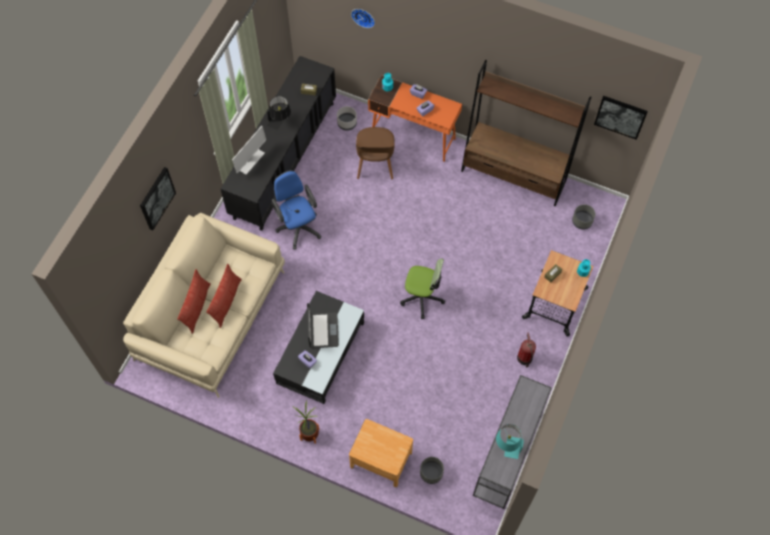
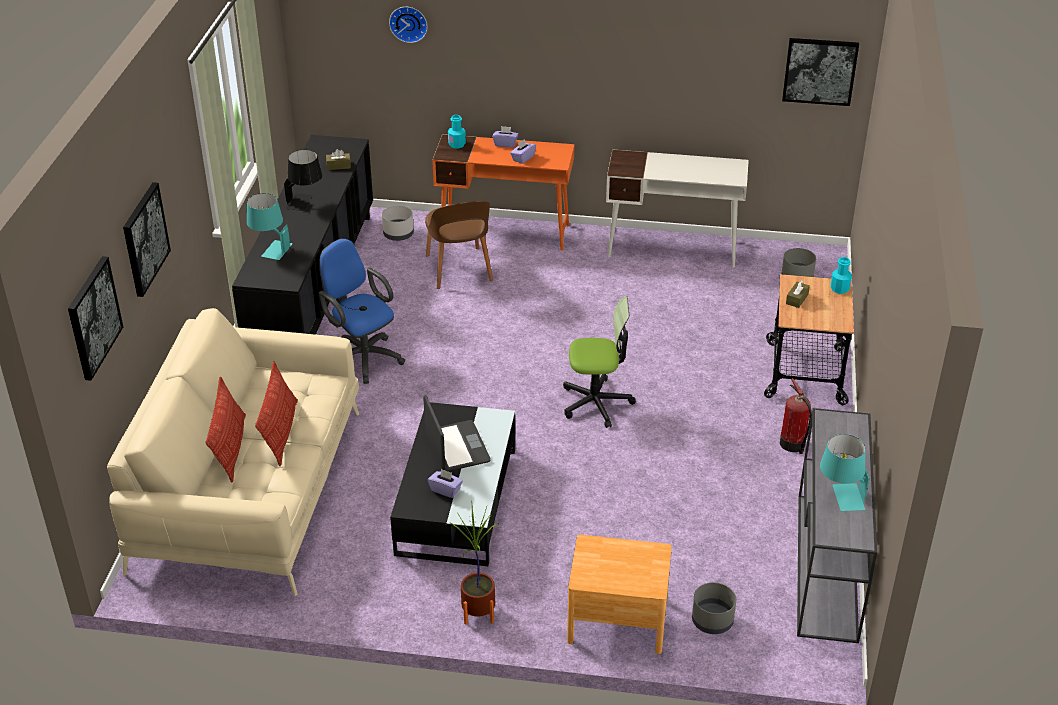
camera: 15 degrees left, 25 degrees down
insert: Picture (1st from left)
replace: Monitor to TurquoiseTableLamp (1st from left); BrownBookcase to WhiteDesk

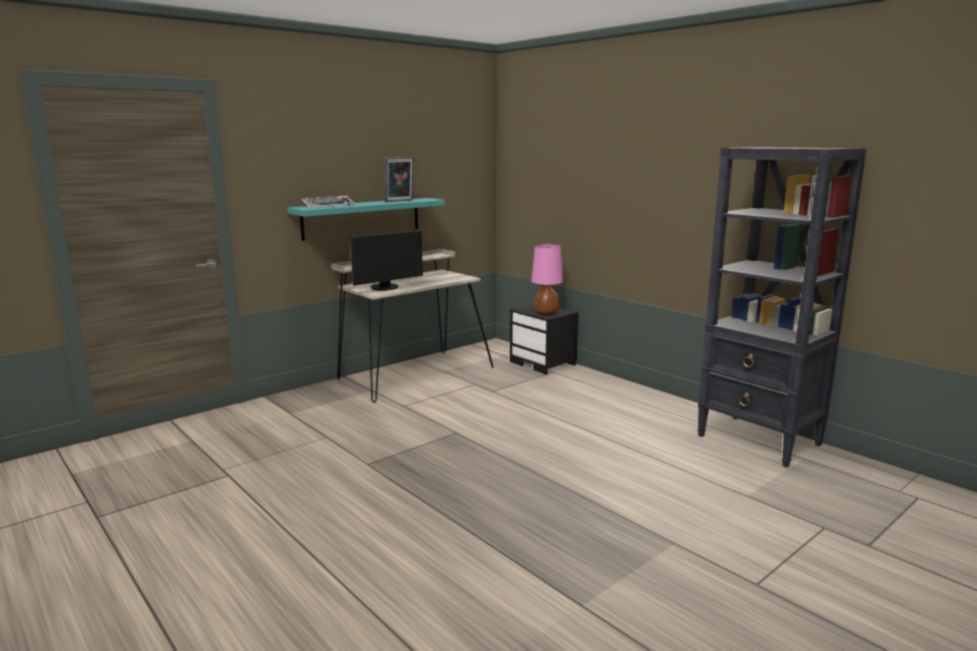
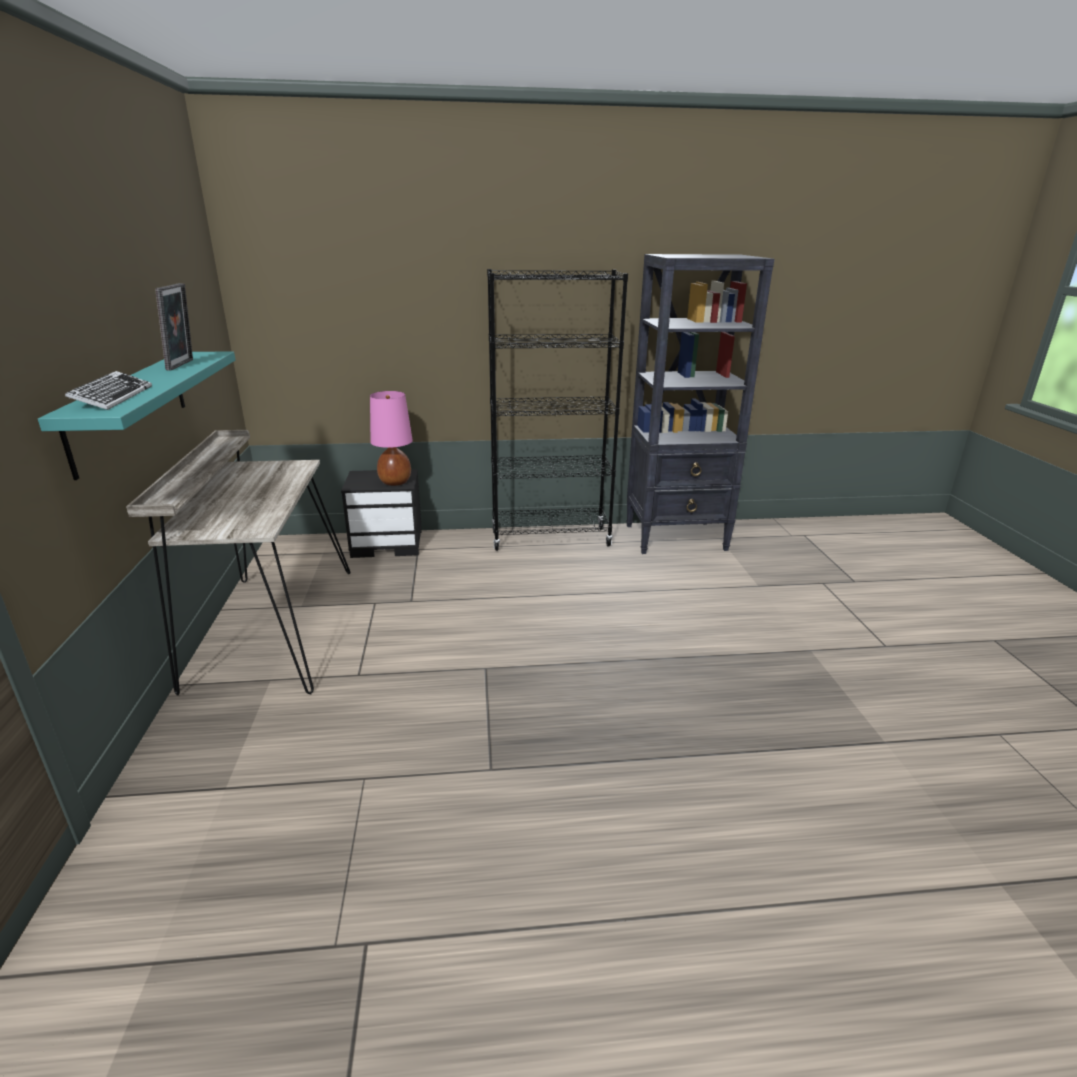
camera: 55 degrees left, 10 degrees up
delete: Monitor
insert: BlackBookcase (1st from left)

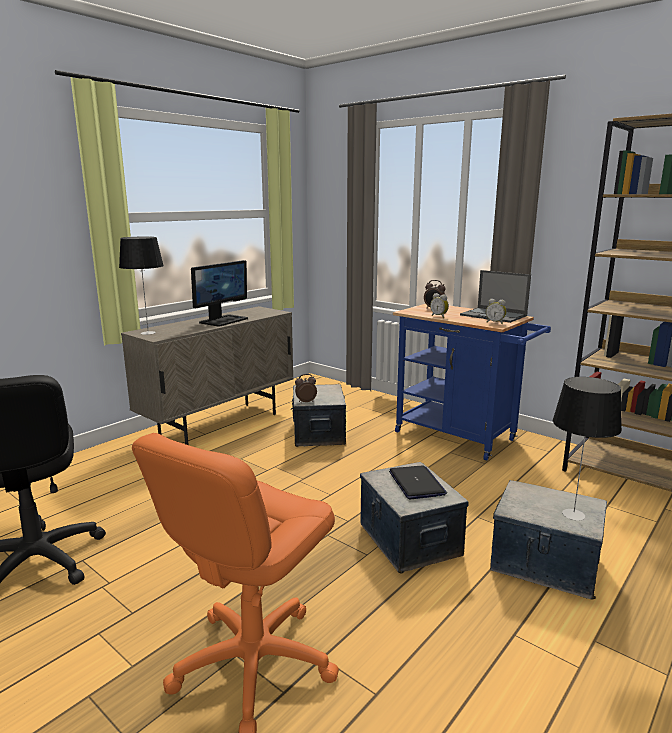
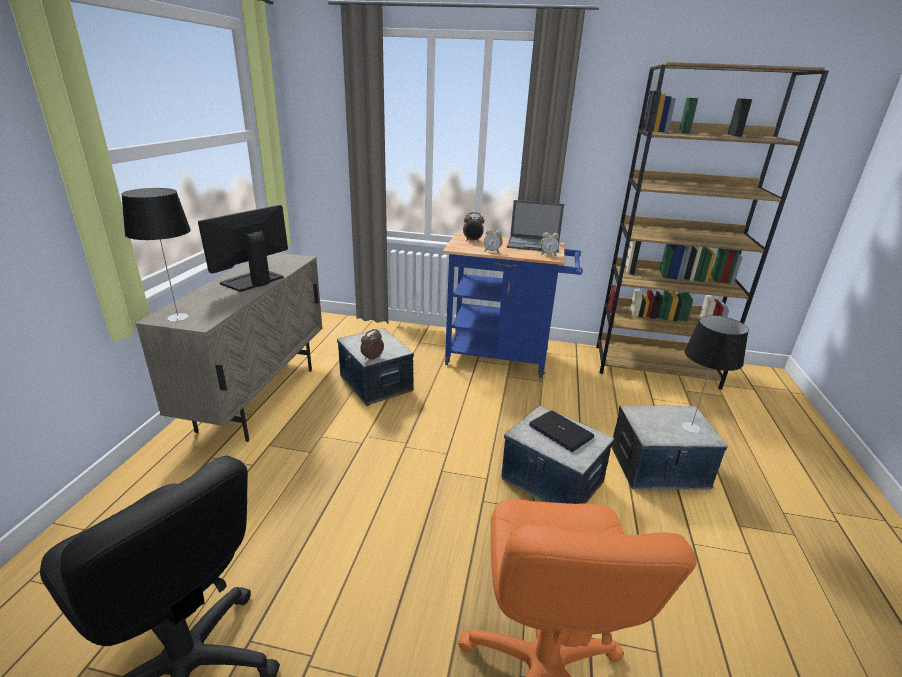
camera: 30 degrees left, 10 degrees up
rotate: Monitor 150 degrees counterclockwise

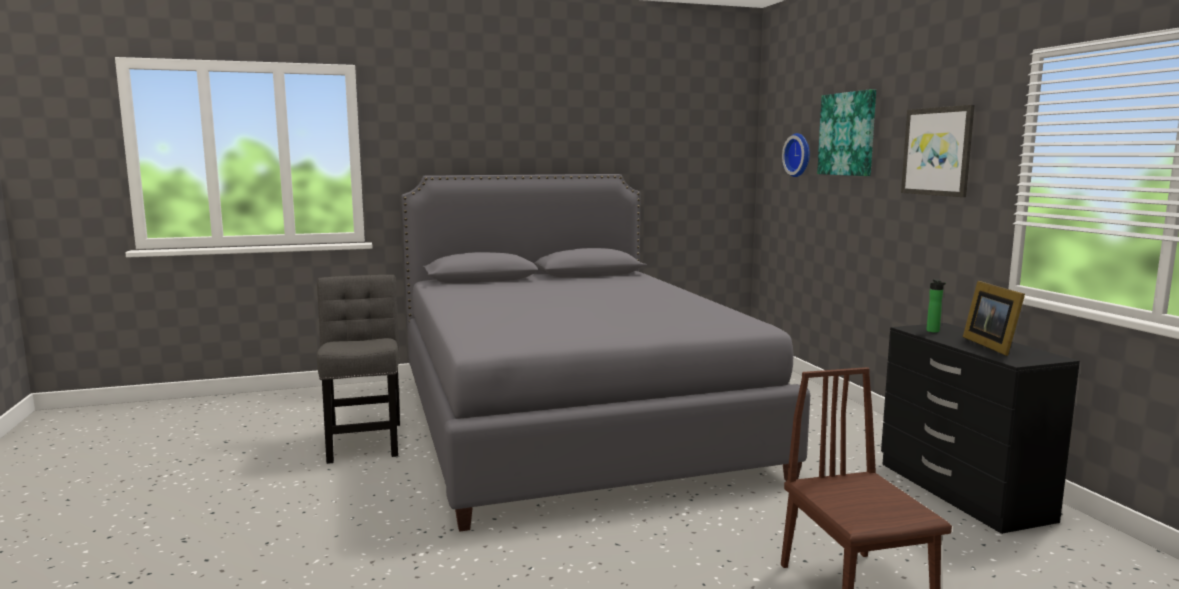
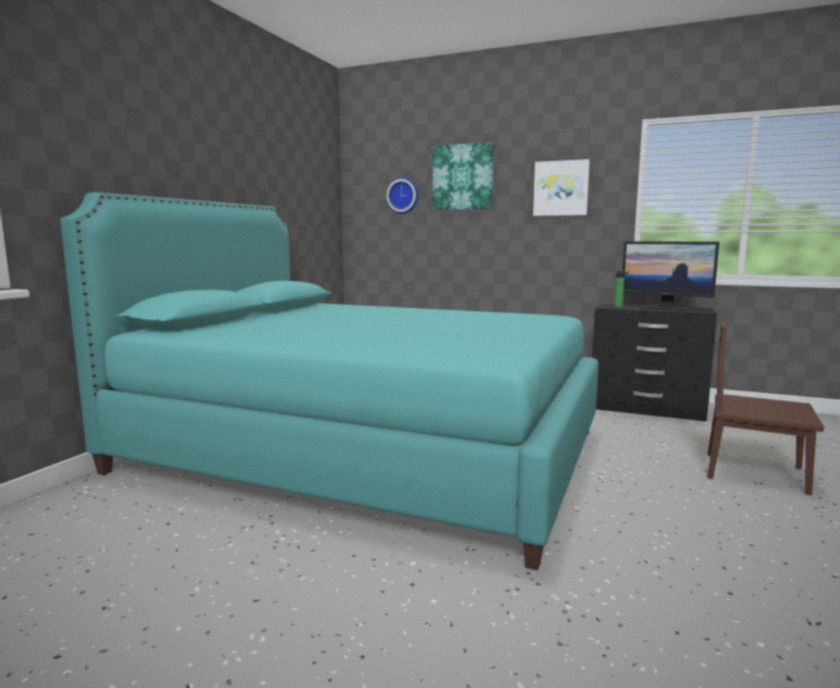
camera: 50 degrees left, 0 degrees up
delete: GreyChair
replace: PictureFrame to Monitor
recolor: GreyBed to TurquoiseBed

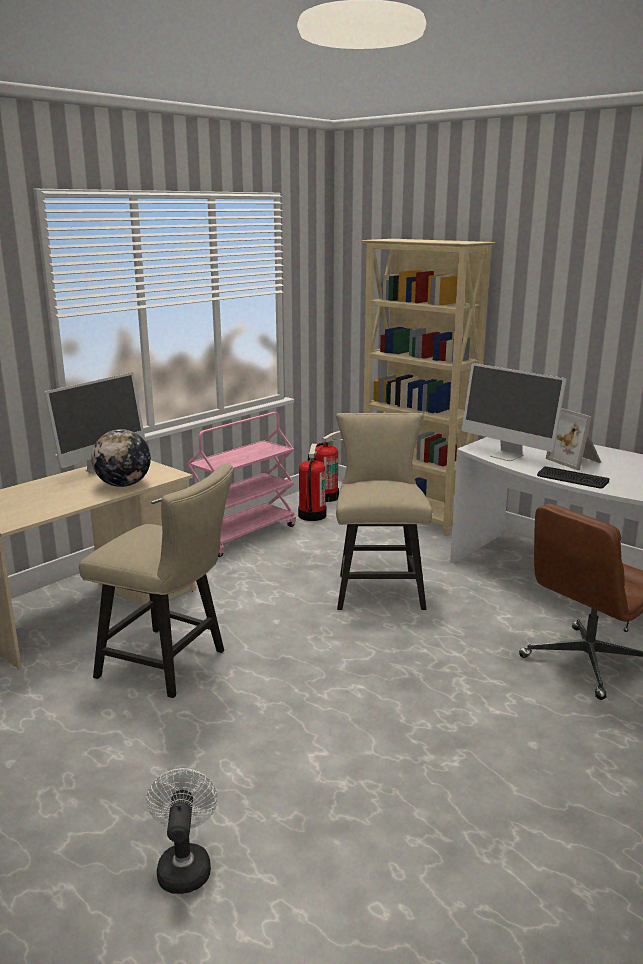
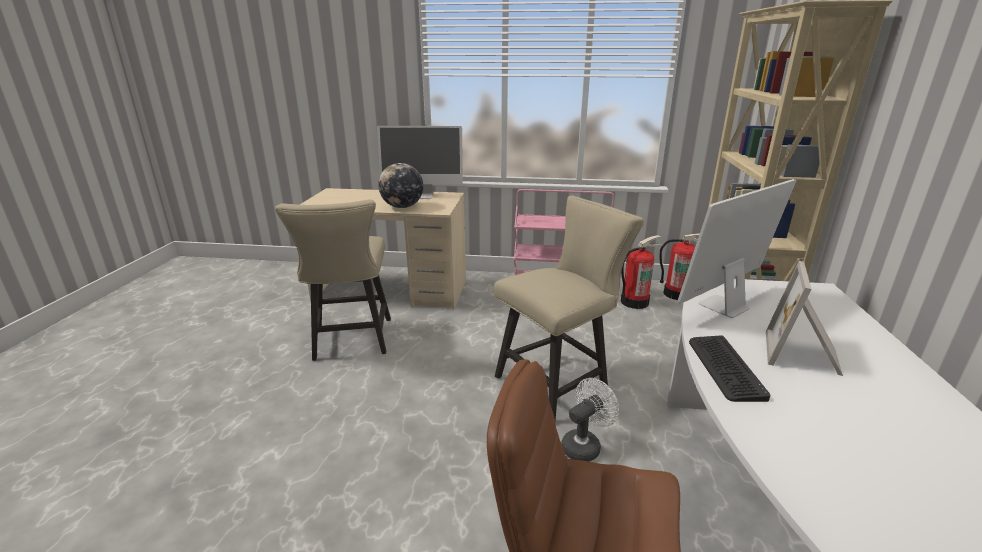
camera: 55 degrees right, 5 degrees up
move: WhiteFan
rotate: Monitor (2nd from left) 45 degrees clockwise

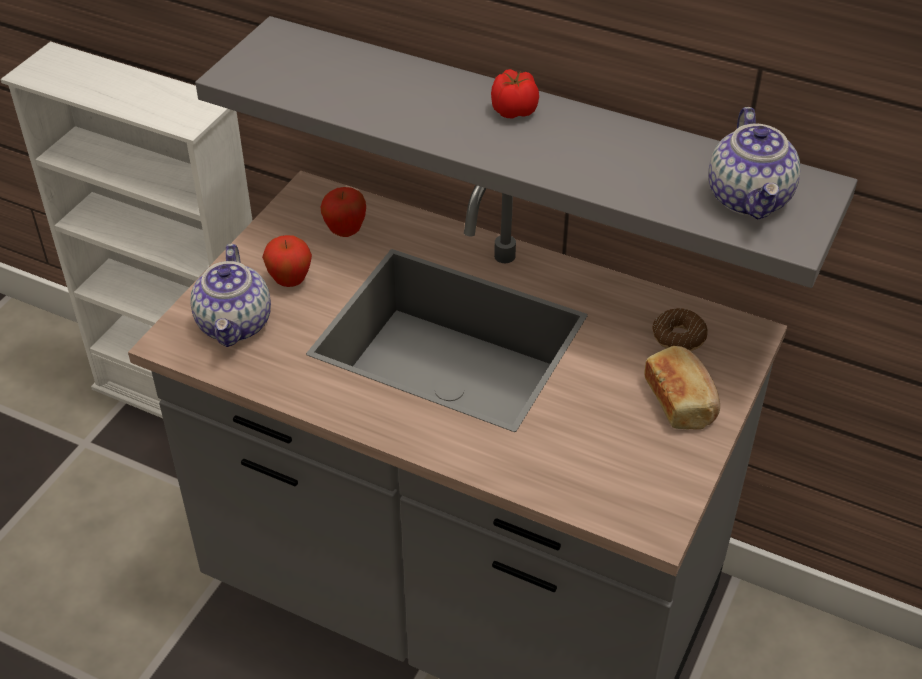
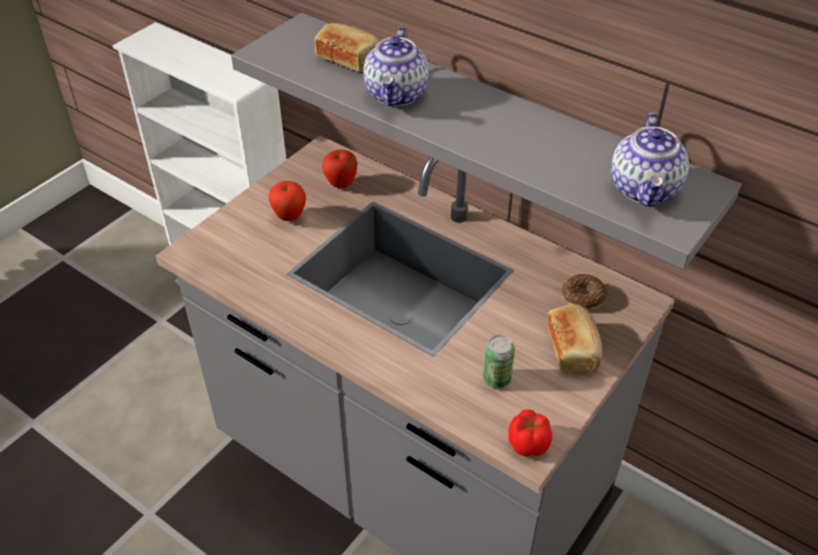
camera: 10 degrees right, 0 degrees up
insert: Bread (1st from left); Can
move: Teapot (1st from left); Tomato

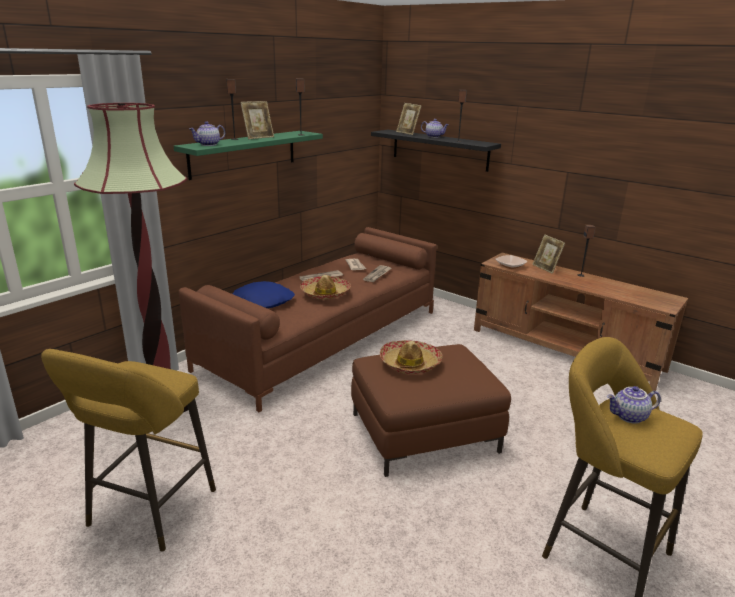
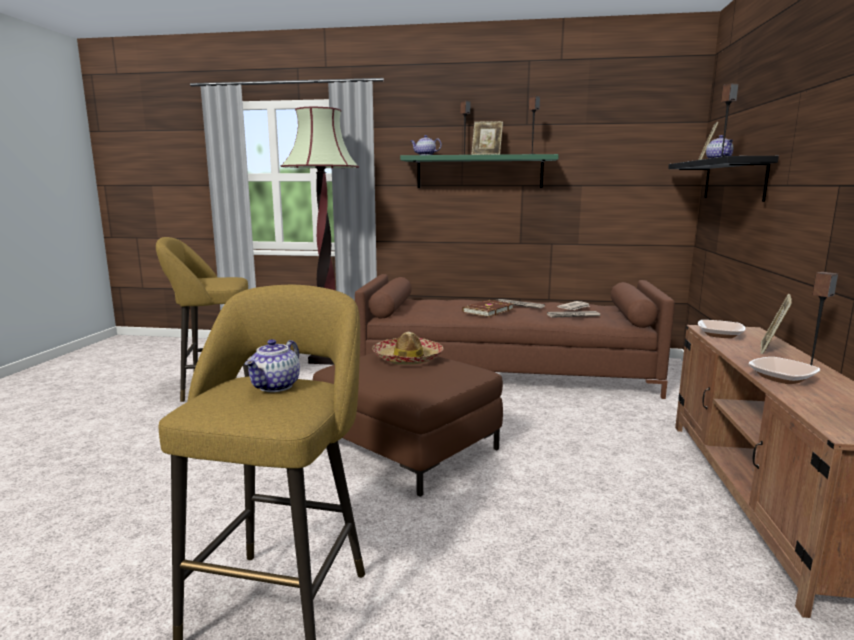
camera: 60 degrees right, 10 degrees down
delete: BluePillow
insert: Bowl (2nd from left)
replace: Hat (1st from left) to BrownBook
rotate: Teapot (3rd from left in the first image) 120 degrees counterclockwise

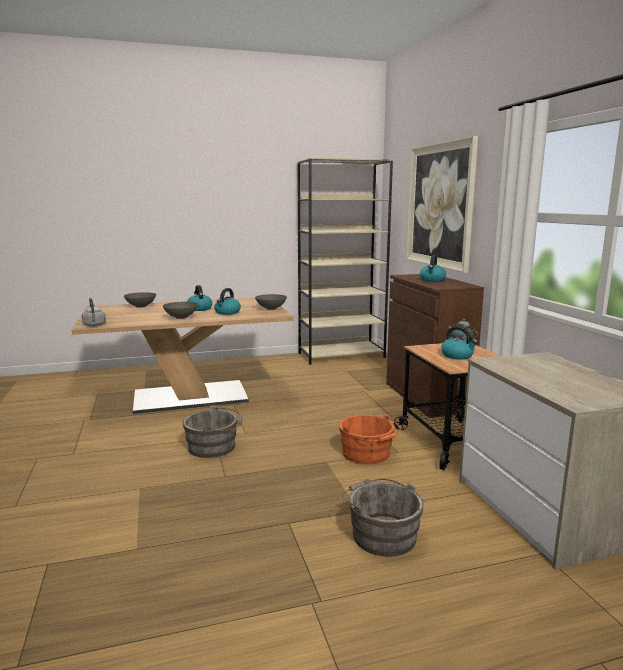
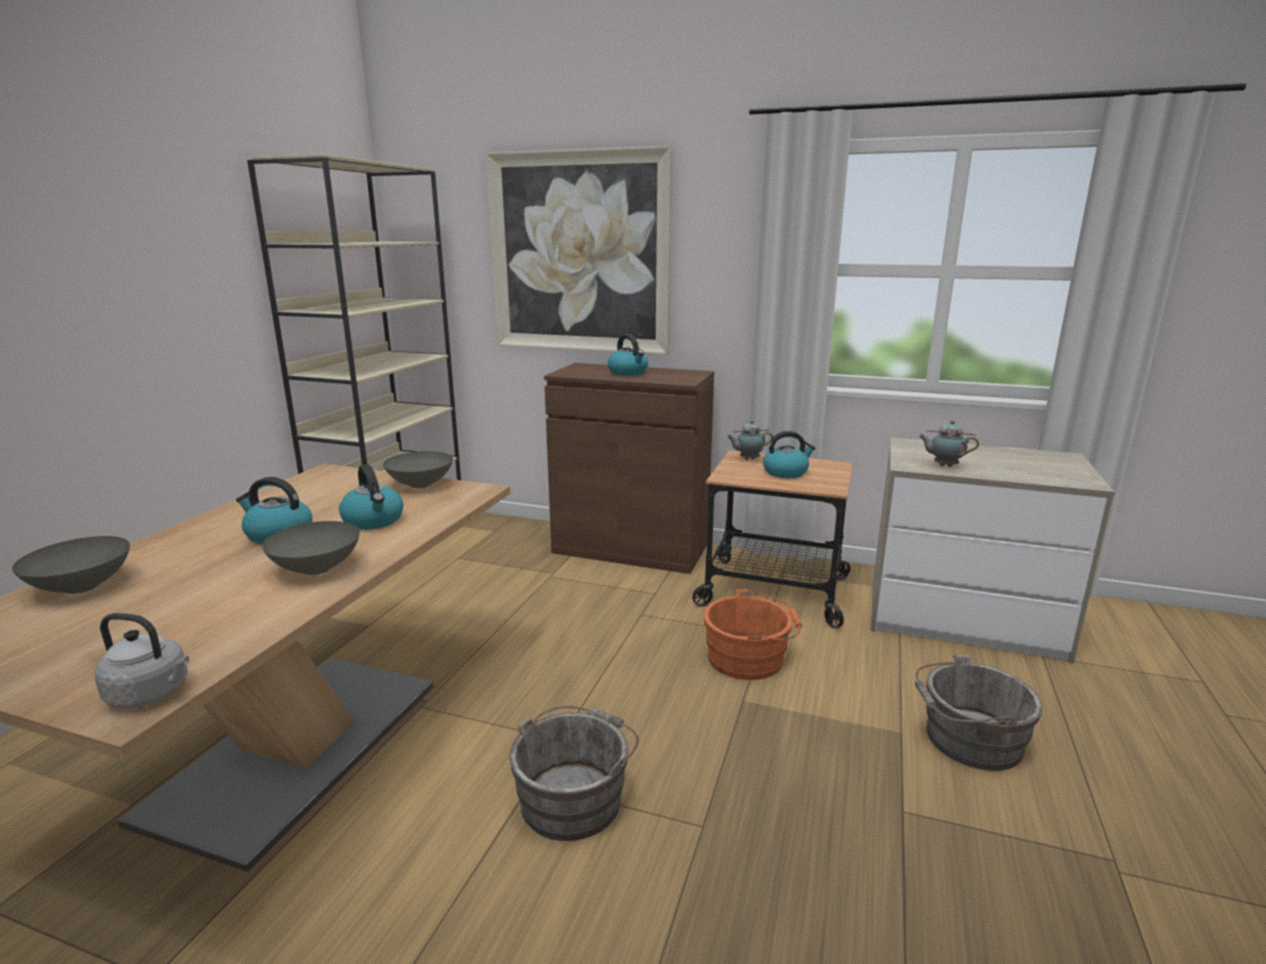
camera: 55 degrees left, 5 degrees up
insert: Teapot (2nd from left)

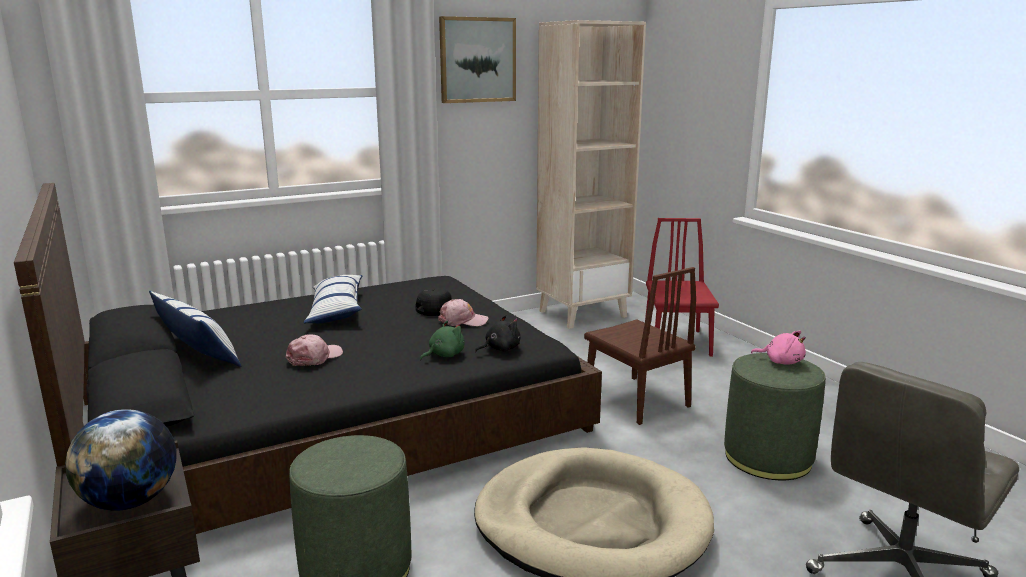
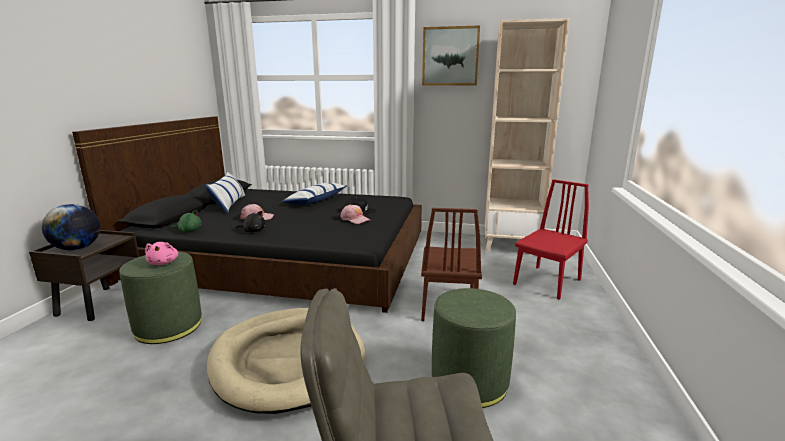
camera: 40 degrees right, 0 degrees up
move: GreenPlushToy; BlackPlushToy; PinkPlushToy

